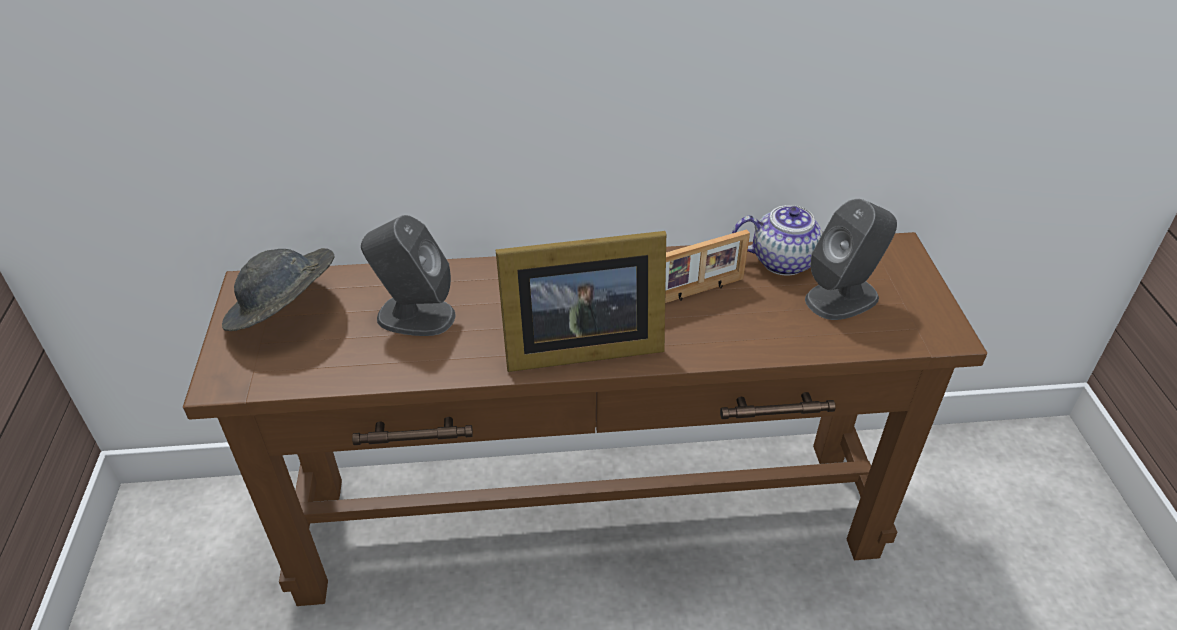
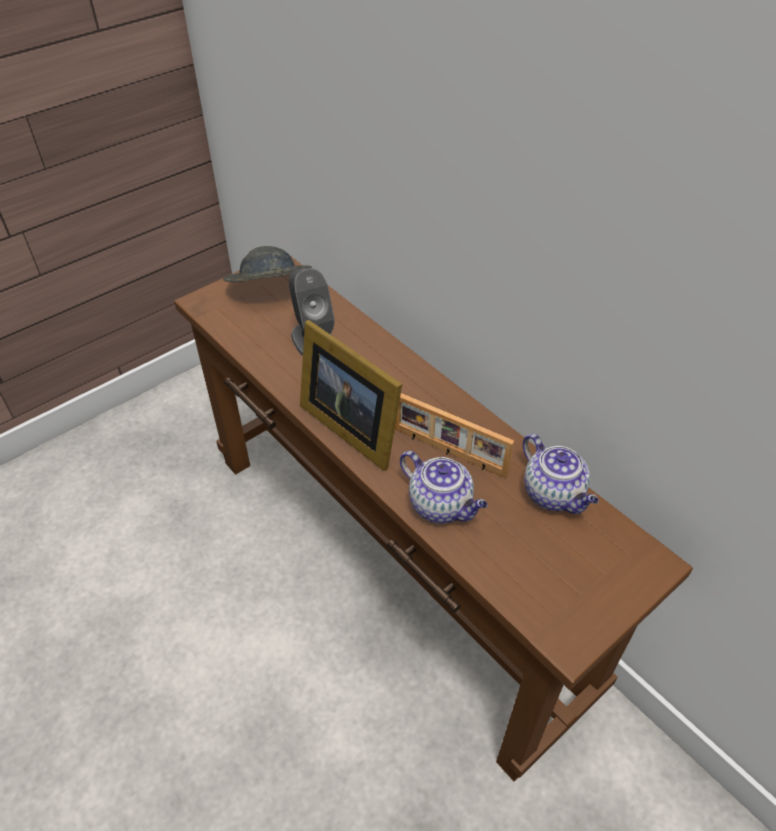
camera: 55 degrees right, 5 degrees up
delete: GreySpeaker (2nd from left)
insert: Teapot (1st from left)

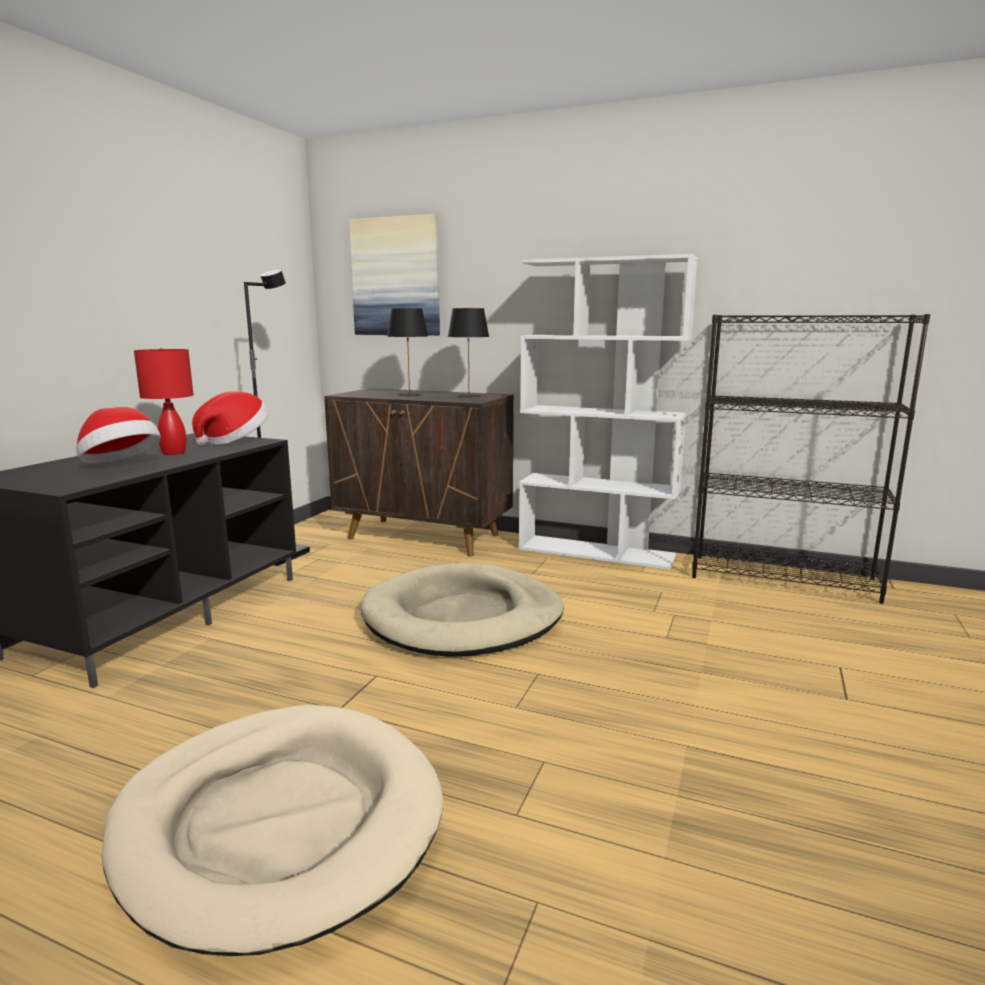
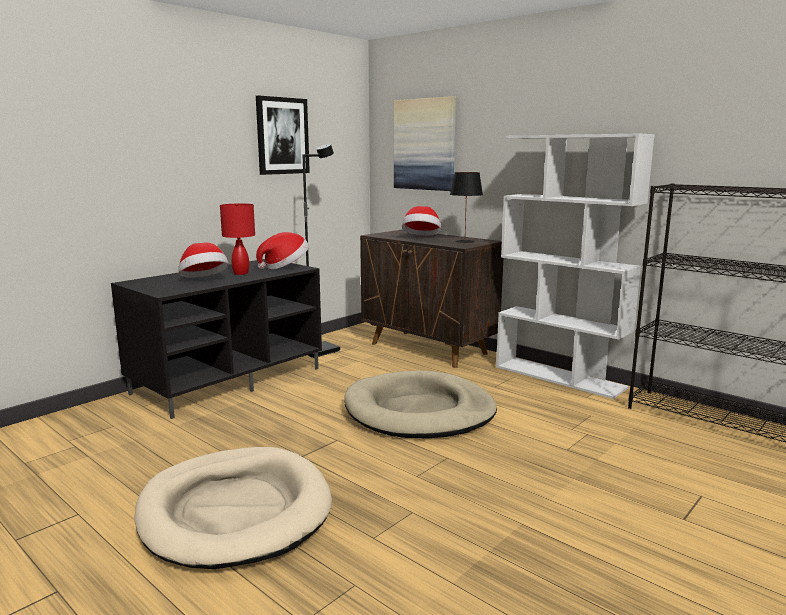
camera: 20 degrees right, 0 degrees up
insert: Picture (1st from left)
replace: BlackTableLamp (1st from left) to Hat (3rd from left)

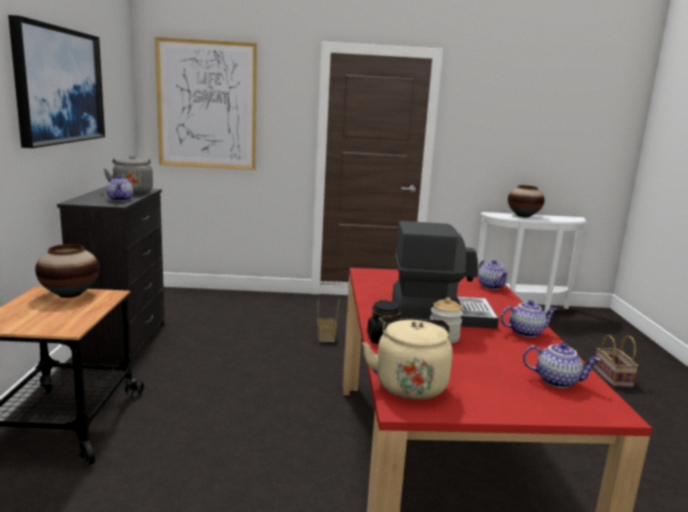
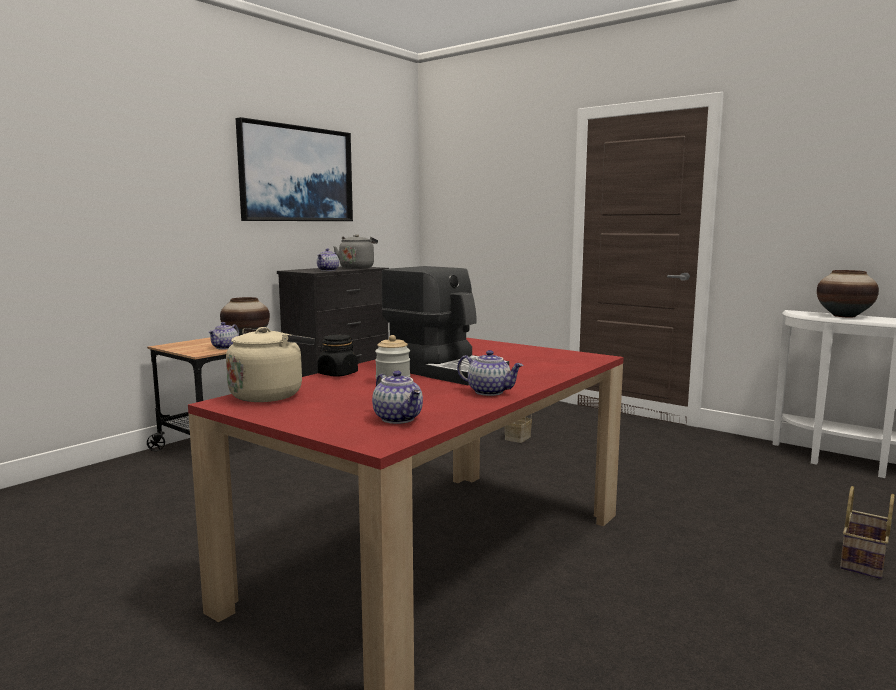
camera: 40 degrees right, 5 degrees down
delete: Picture (2nd from left)
move: Teapot (2nd from left in the first image) to Teapot (1st from left)

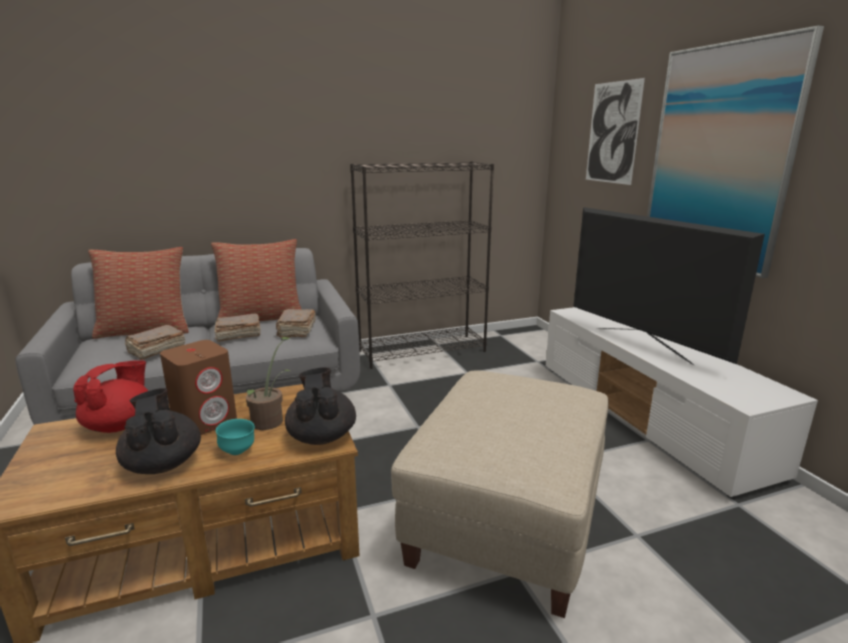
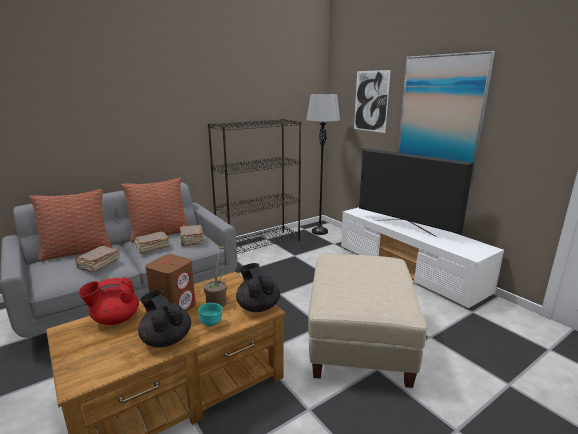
camera: 15 degrees left, 0 degrees up
insert: GreyFloorLamp
rotate: RedTeapot 120 degrees counterclockwise

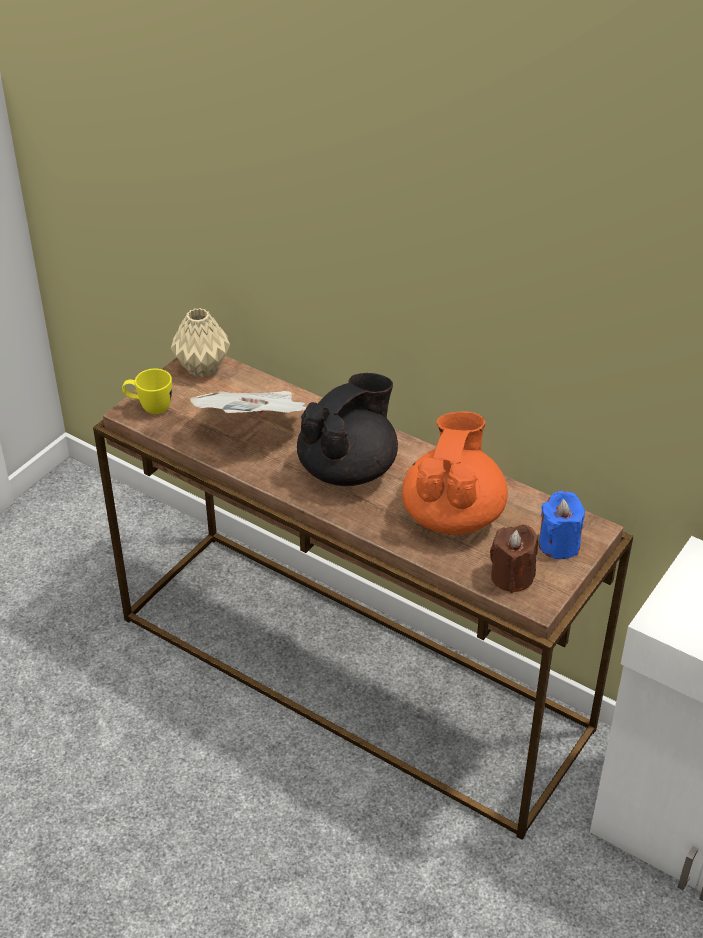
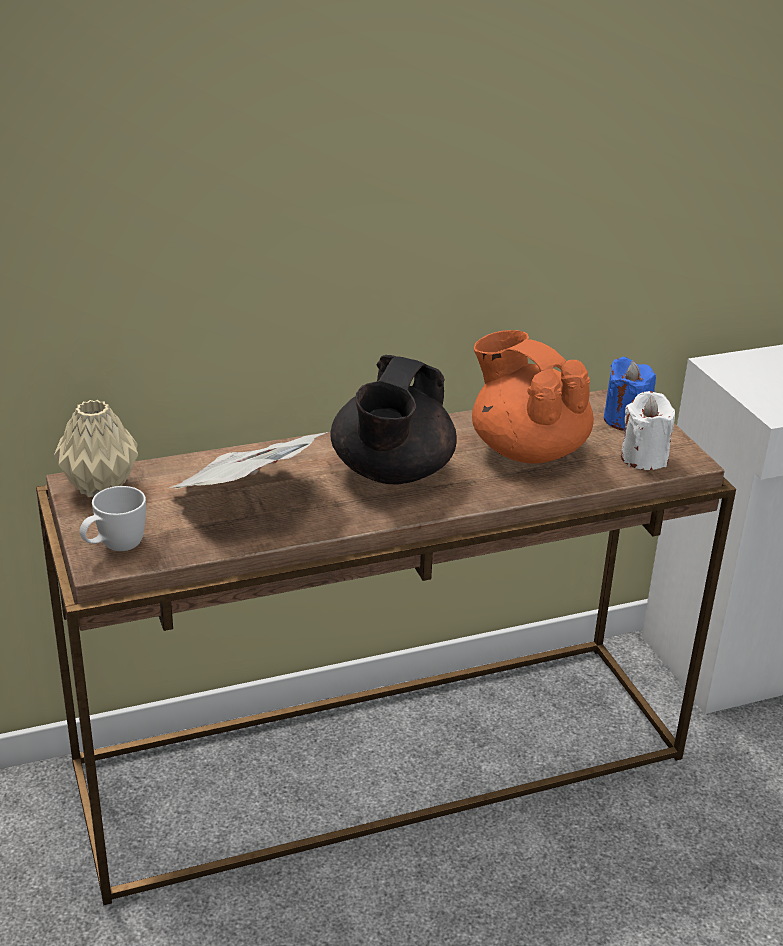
camera: 55 degrees left, 10 degrees down
recolor: YellowMug to WhiteMug; BrownCandle to WhiteCandle
rotate: BlackTeapot 150 degrees counterclockwise

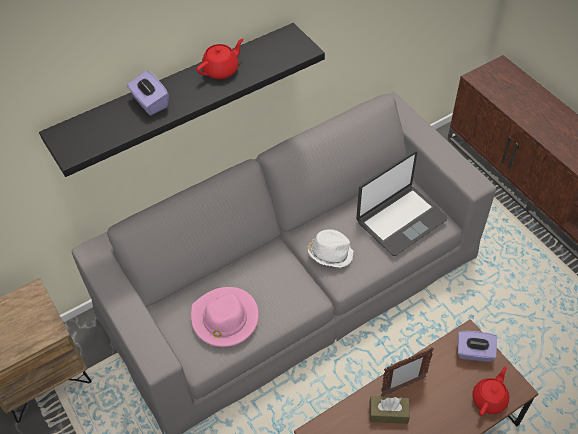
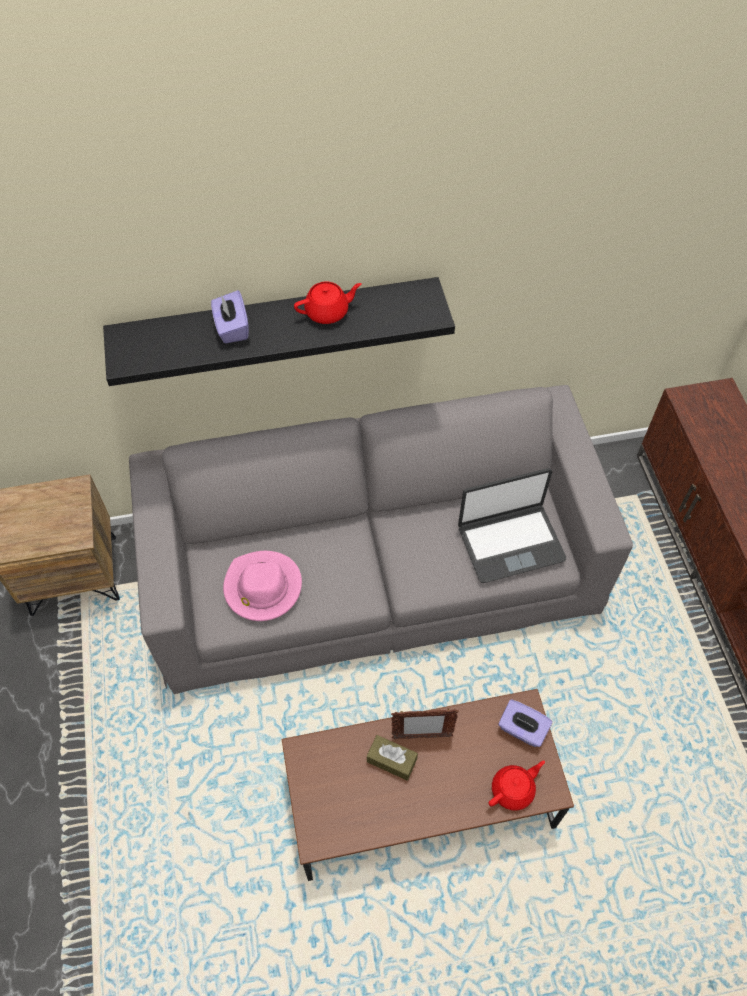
camera: 20 degrees right, 5 degrees up
delete: WhiteHat

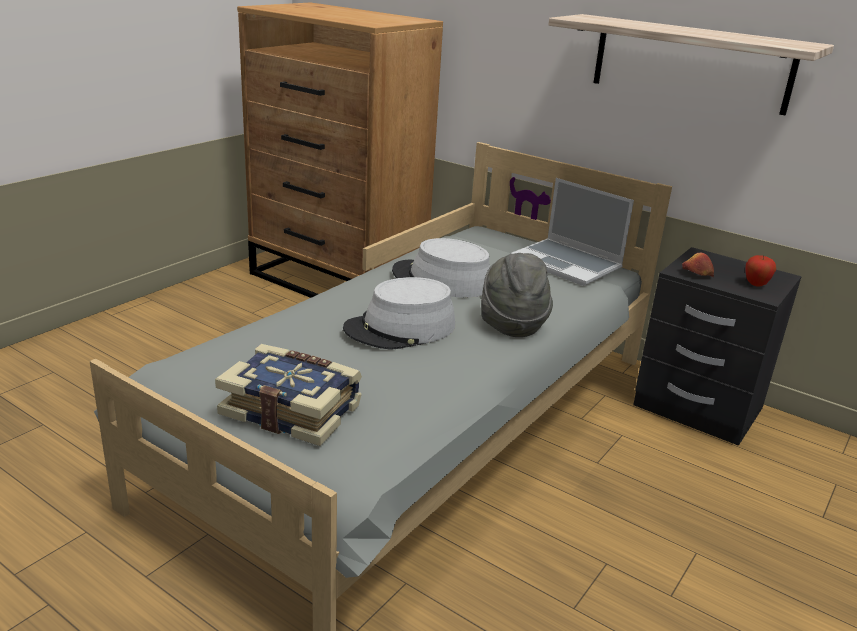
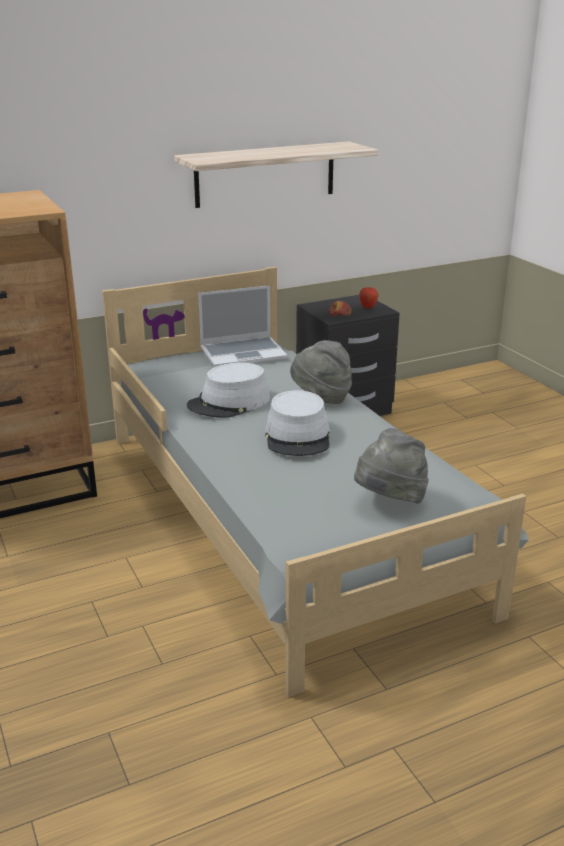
camera: 60 degrees left, 0 degrees up
replace: Book to GreyHat (4th from left)

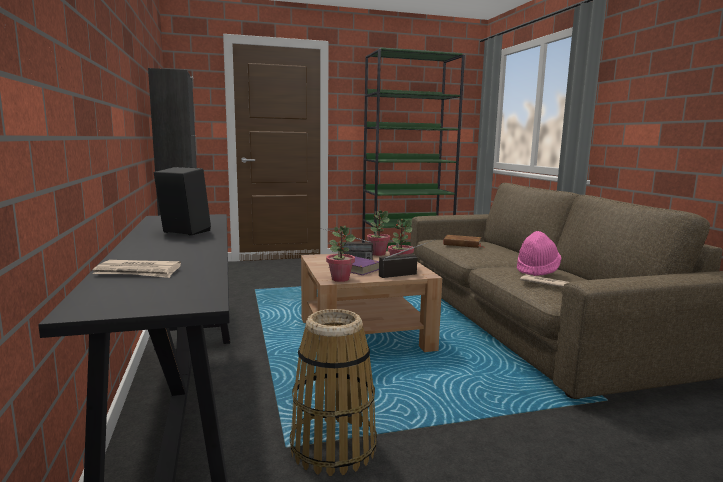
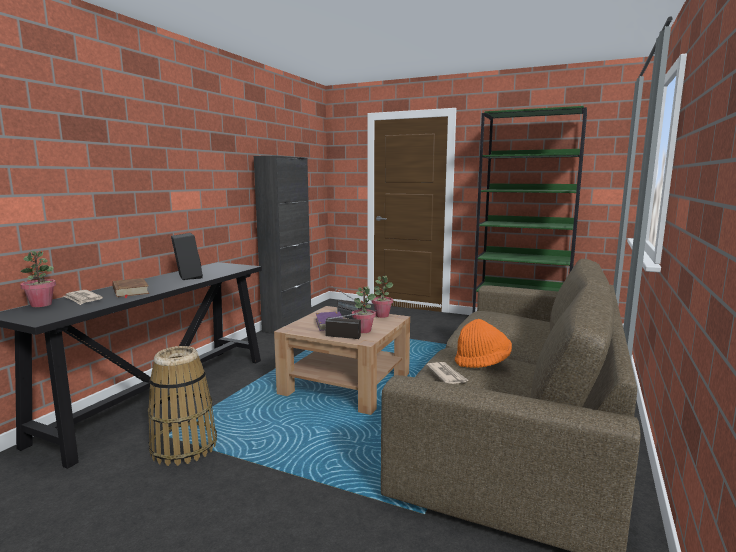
camera: 40 degrees right, 0 degrees up
move: PottedPlant (1st from left); BrownBook
recolor: PinkHat to OrangeHat

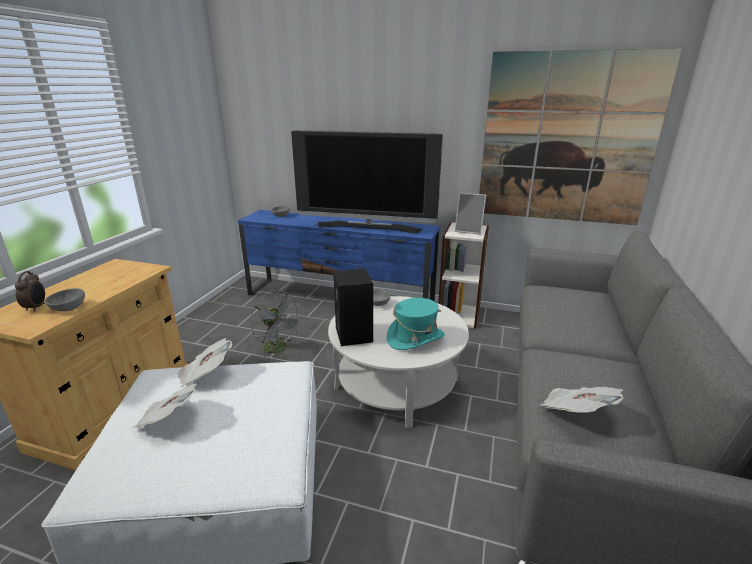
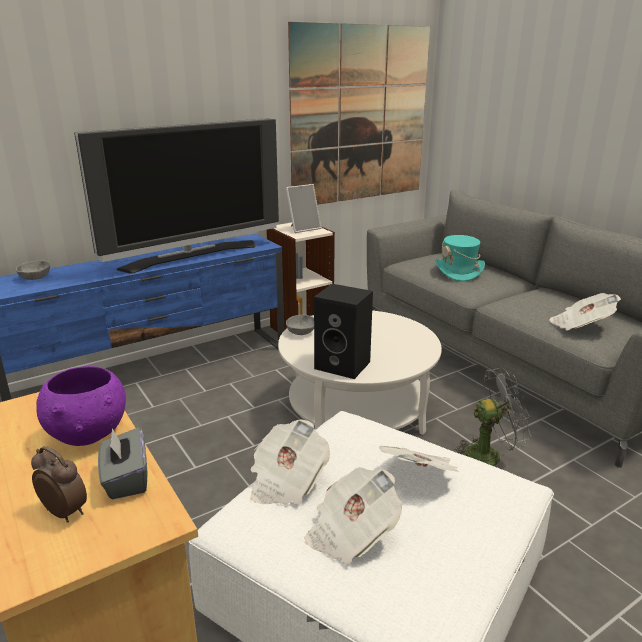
camera: 50 degrees left, 0 degrees up
insert: PurpleBowl; Newspaper (3rd from left)
move: GreyFan; TurquoiseHat
replace: GreyBowl (1st from left) to GreyTissueBox

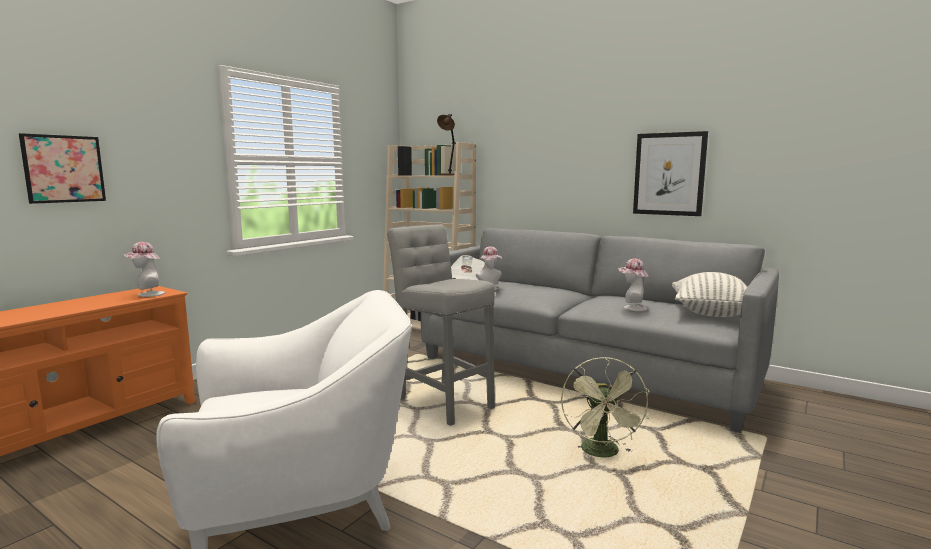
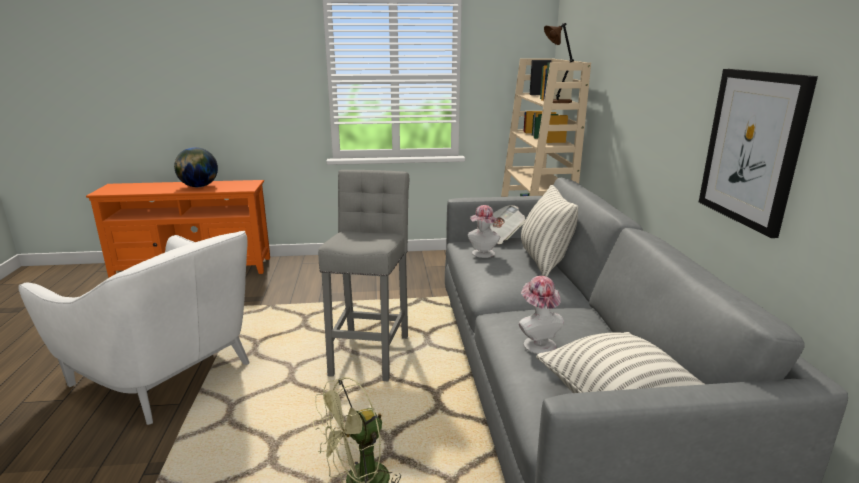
camera: 50 degrees right, 10 degrees up
delete: Picture (1st from left); Hat (1st from left)
insert: Globe; Pillow (1st from left)

